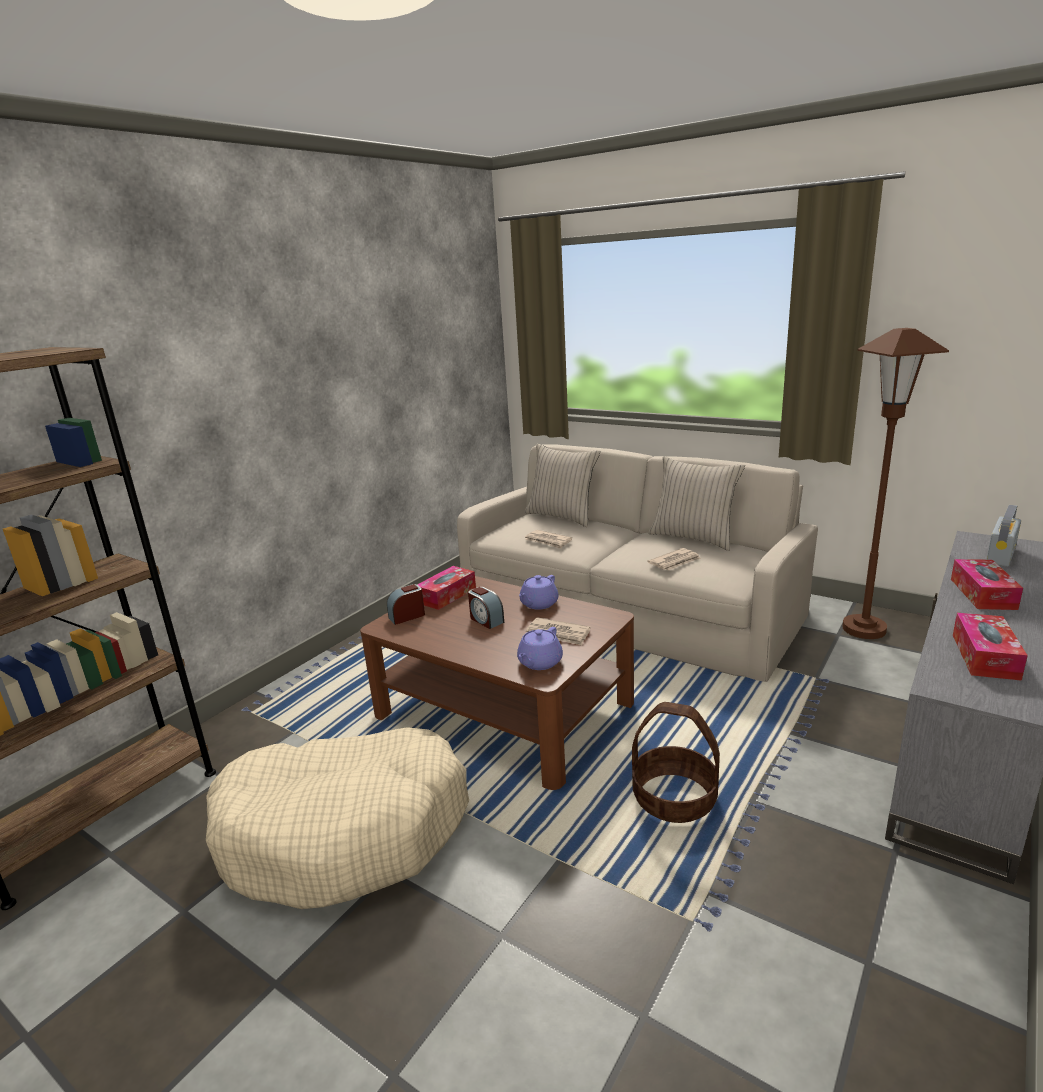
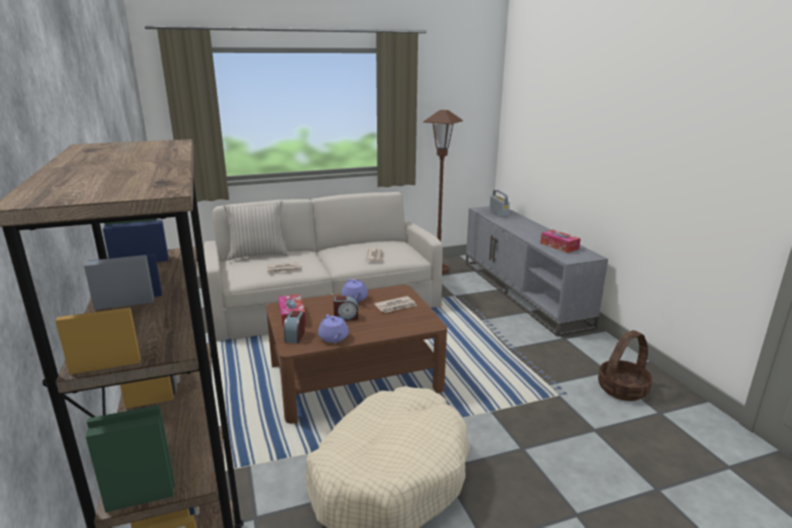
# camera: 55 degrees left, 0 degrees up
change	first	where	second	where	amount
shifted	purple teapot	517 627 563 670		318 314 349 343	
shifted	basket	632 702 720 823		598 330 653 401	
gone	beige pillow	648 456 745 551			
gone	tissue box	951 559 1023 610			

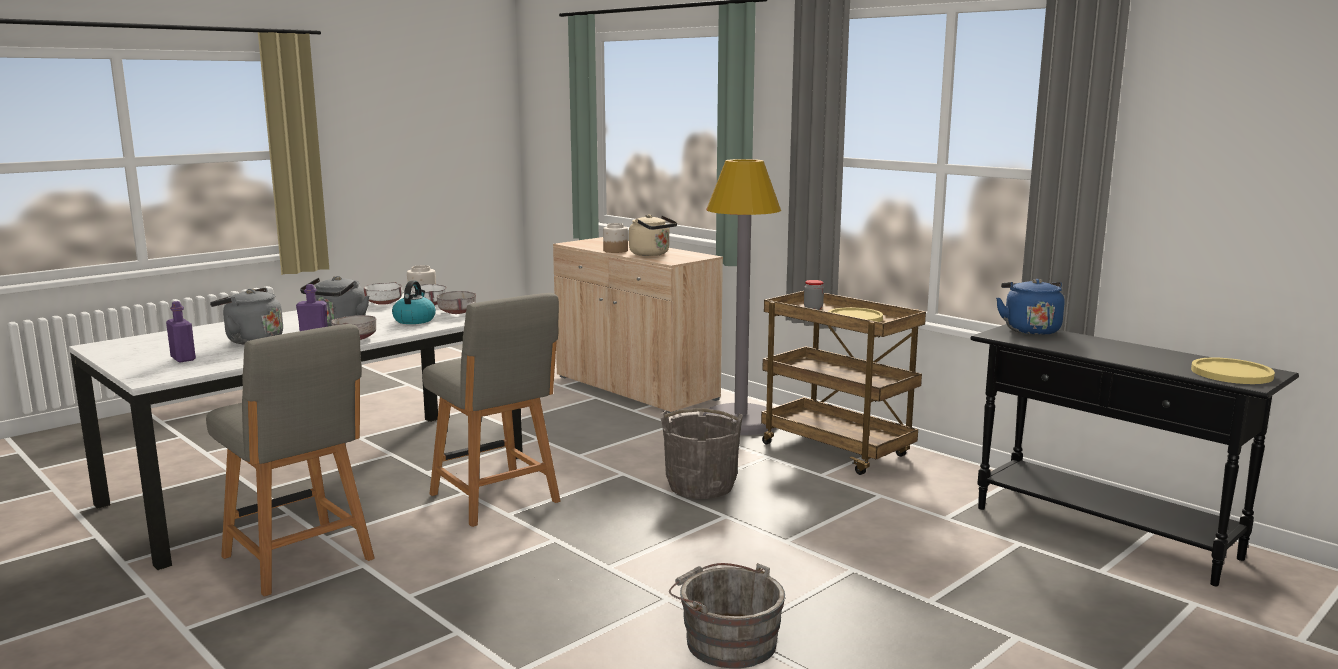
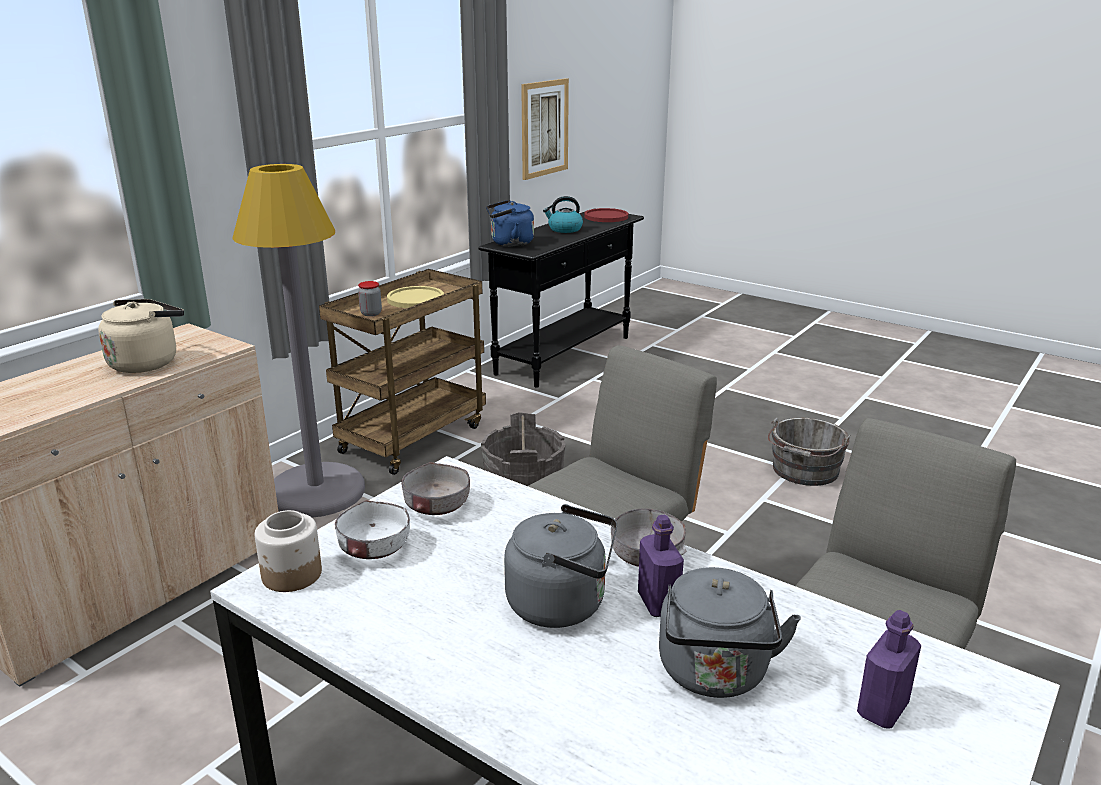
# camera: 100 degrees left, 10 degrees up
change	first	where	second	where	amount
gone	white bowl	364 282 404 305			
shifted	kettle	392 280 436 324		543 196 583 233	
gone	jar	603 223 628 253			
repainted	yellow plate	1191 357 1275 384	red plate	584 208 628 222	
new			picture	521 78 569 180	

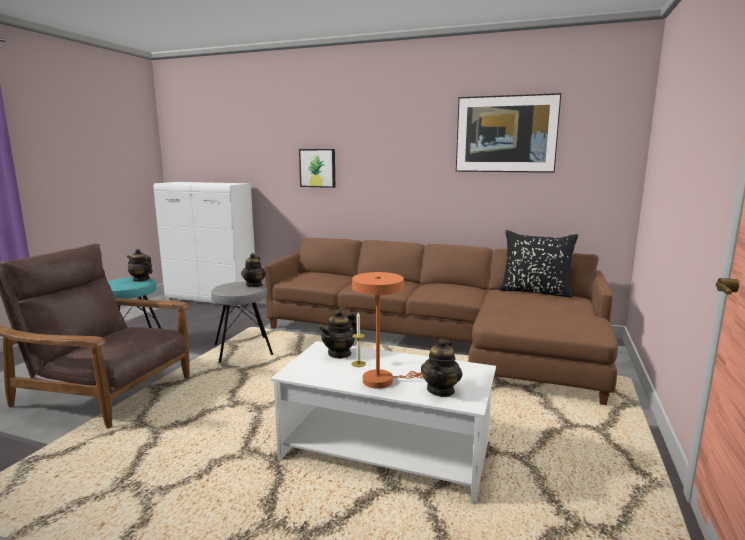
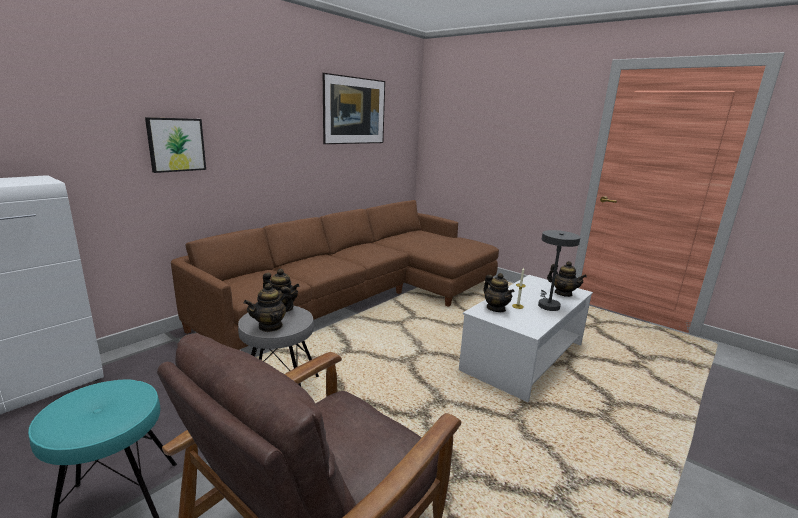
# camera: 70 degrees left, 5 degrees up
change	first	where	second	where	amount
shifted	teapot	127 249 152 282		244 283 294 332	
repainted	orange table lamp	352 272 424 389	grey table lamp	538 230 581 311	
gone	black pillow	498 230 578 298			

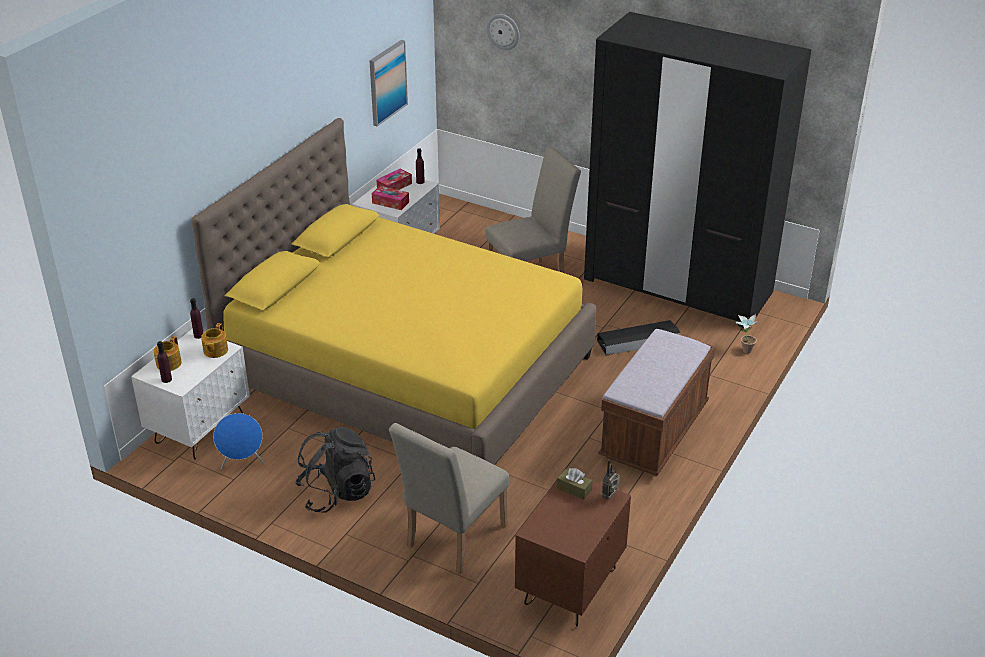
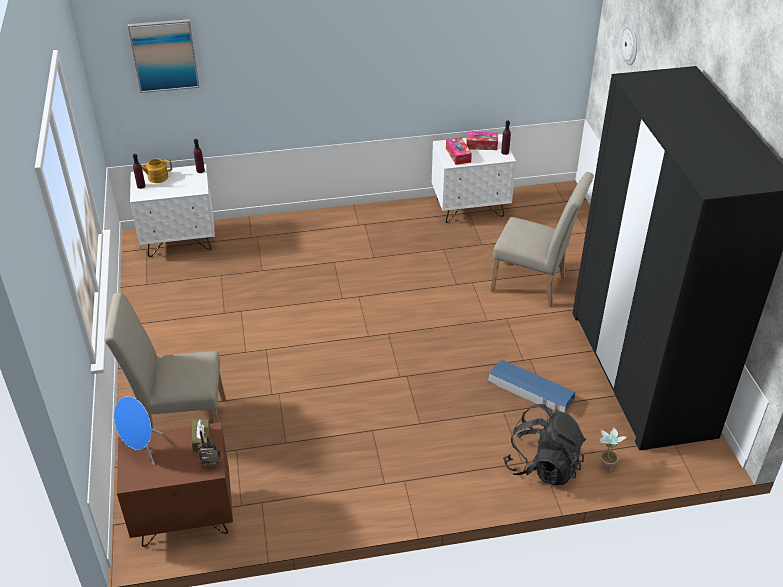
# camera: 50 degrees right, 5 degrees up
change	first	where	second	where	amount
gone	yellow bed	191 118 596 465			
gone	teapot	201 323 228 358			
shifted	blue speaker	213 413 264 470		114 396 163 465	
shifted	black backpack	295 427 375 513		503 404 586 485	
shifted	picture	369 40 408 126		128 19 199 93	
repainted	black storage box	597 320 680 356	blue storage box	488 359 575 413	
gone	brown bench	598 329 715 476			

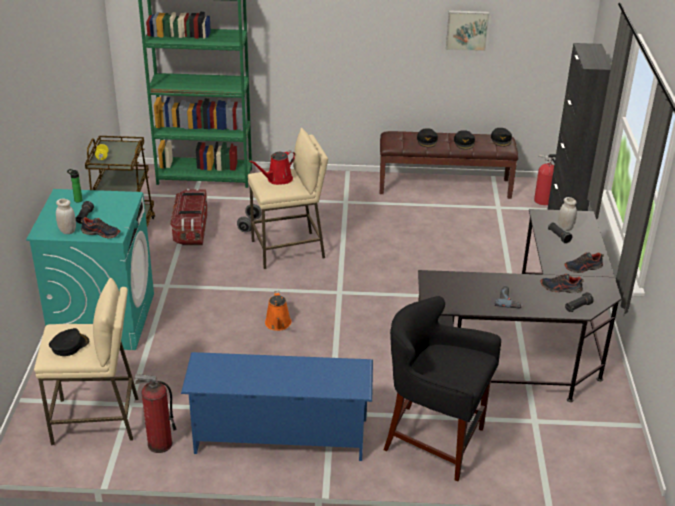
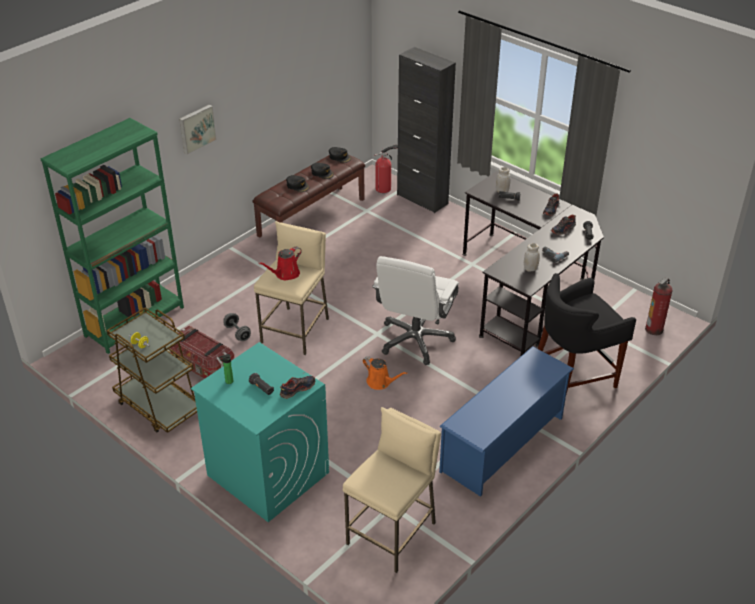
# camera: 50 degrees left, 5 degrees up
change	first	where	second	where	amount
gone	black cap	49 328 89 356			
shifted	white jar	56 199 76 234		524 243 540 272	
shifted	fire extinguisher	134 374 176 453		645 277 673 335	
rotated	red watering can	249 151 296 185		258 247 301 280	45 degrees clockwise
shifted	picture	446 11 489 51		179 104 217 155	
new			white office chair	372 256 459 365	

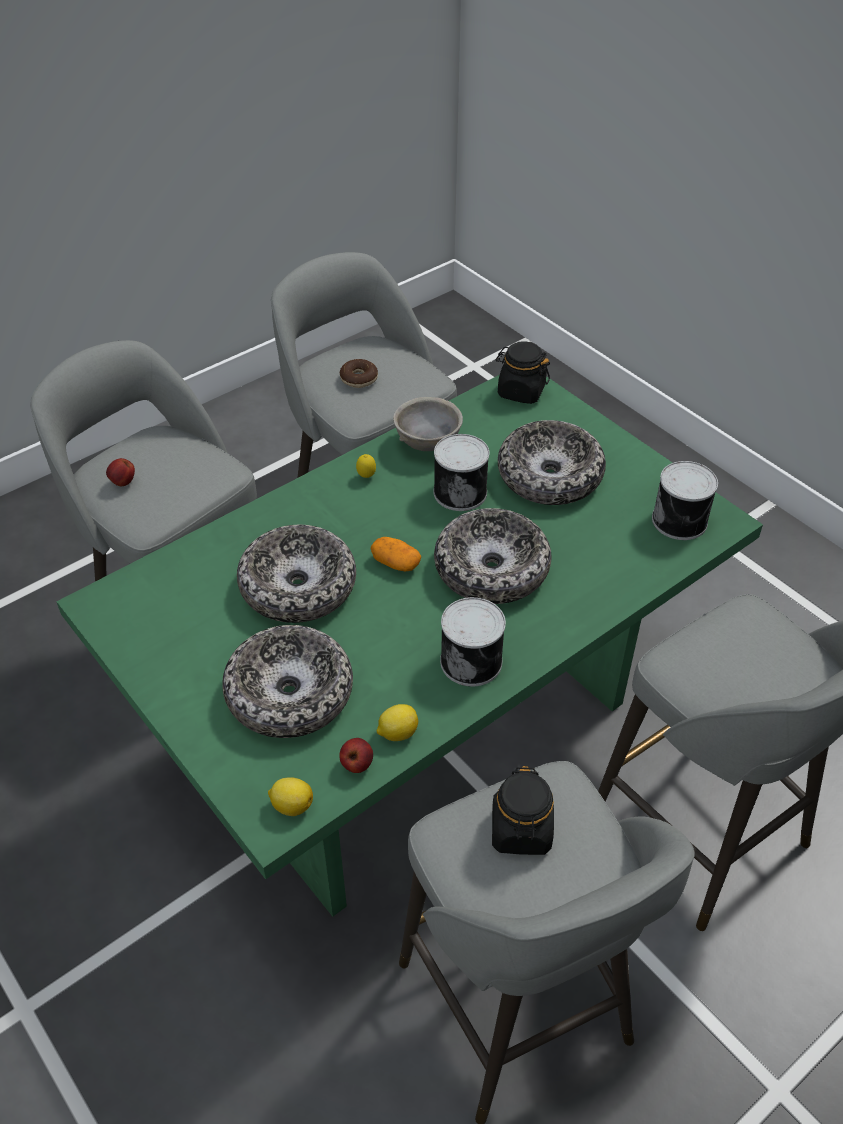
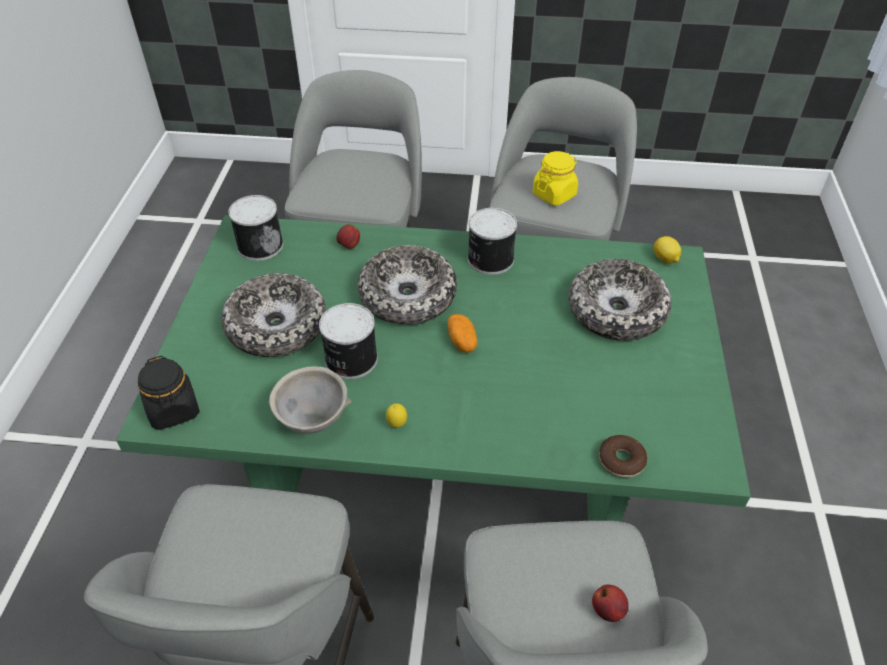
# camera: 135 degrees left, 0 degrees up
change	first	where	second	where	amount
gone	bowl	237 525 356 623			
shifted	apple	339 738 373 773		336 224 360 249	
shifted	donut	340 359 378 388		599 435 647 478	
gone	lemon	377 704 418 741			
repainted	black jar	492 766 554 855	yellow jar	533 151 578 205	

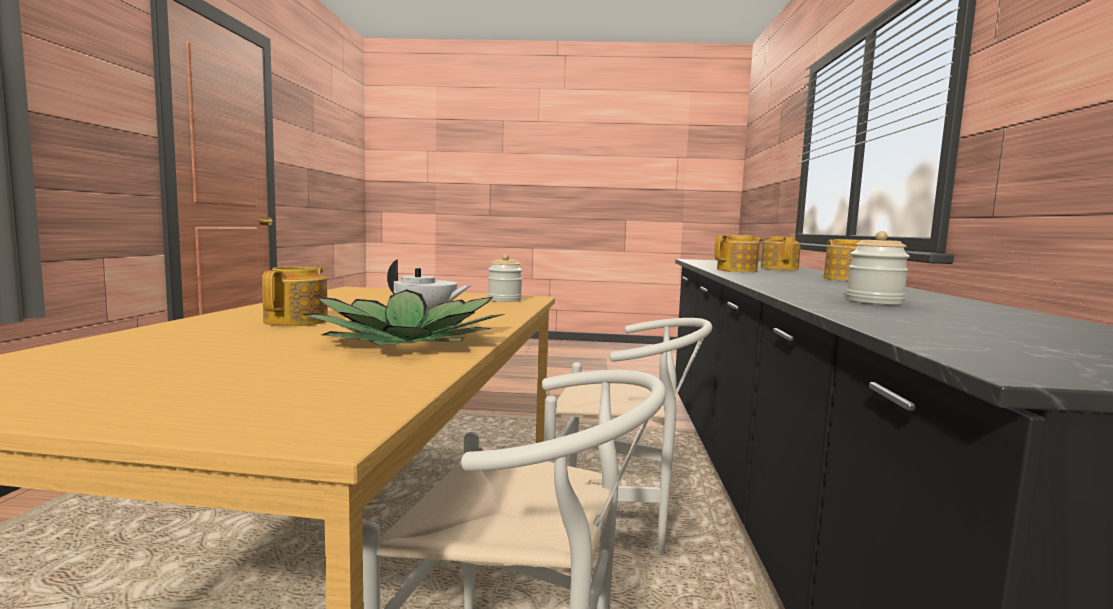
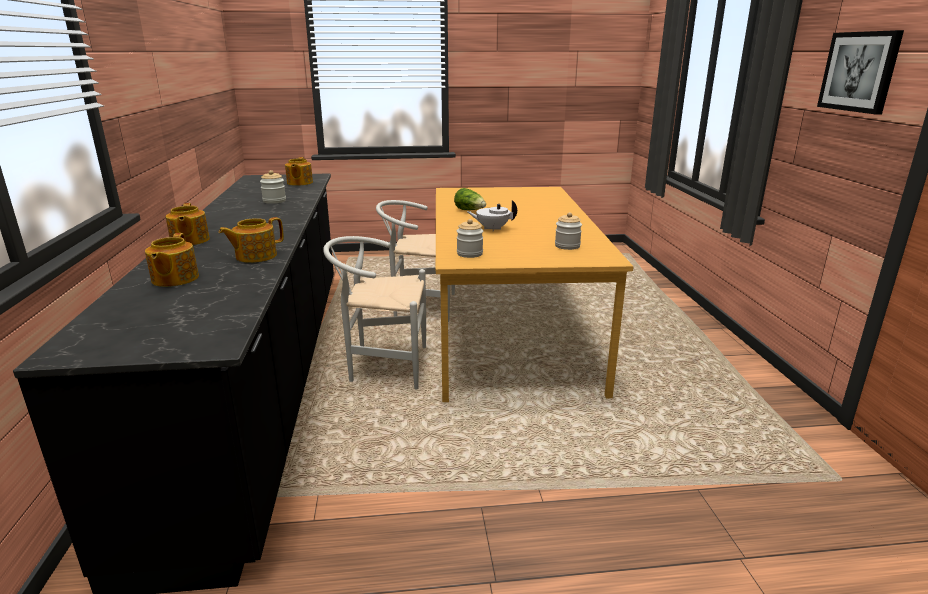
# camera: 170 degrees right, 15 degrees up
change	first	where	second	where	amount
shifted	teapot	262 266 328 326		285 157 313 186	
swapped	potted plant	302 289 505 345	lettuce	454 188 486 210	
new			jar	555 212 582 250	
new			picture	817 30 904 114	

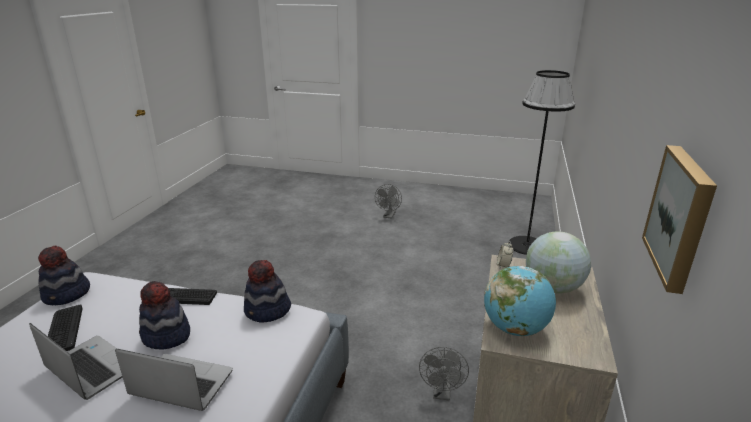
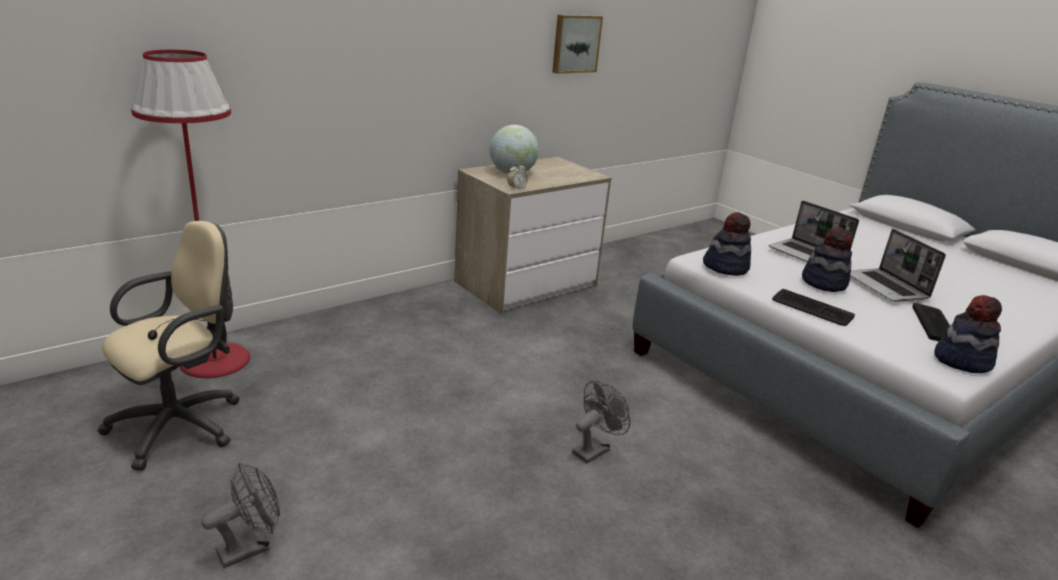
# camera: 145 degrees left, 0 degrees up
change	first	where	second	where	amount
shifted	grey fan	419 347 469 401		572 380 630 463	
gone	globe	484 266 556 336			
repainted	black floor lamp	509 70 575 255	red floor lamp	131 50 250 378	
new			beige office chair	98 221 240 471	

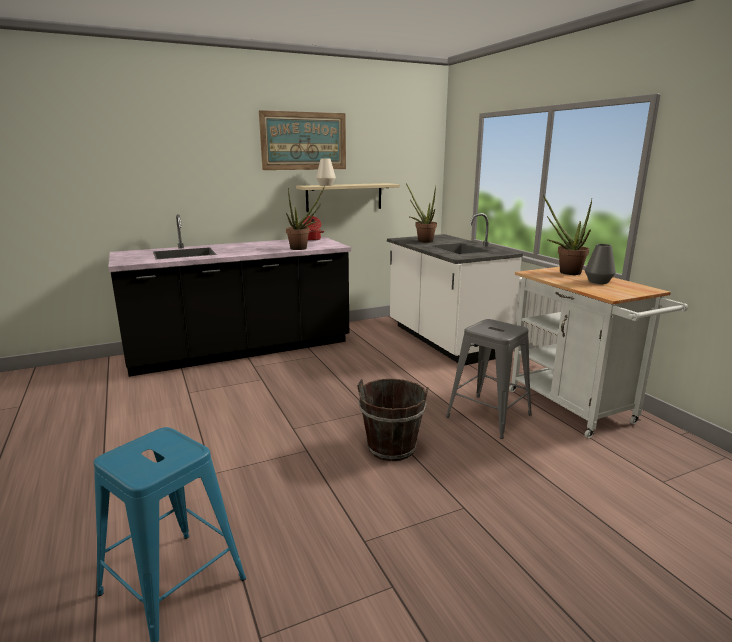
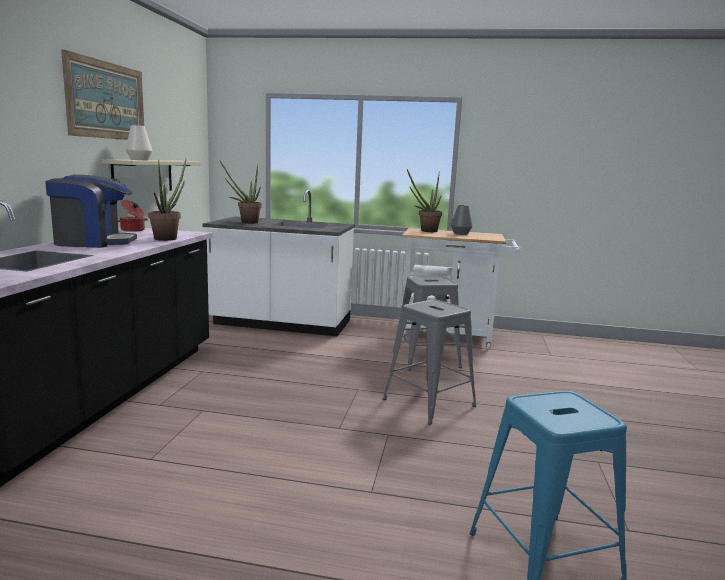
# camera: 55 degrees left, 5 degrees down
change	first	where	second	where	amount
swapped	brown bucket	357 379 429 461	grey stool	383 299 476 425	
new			coffee machine	45 174 137 248	

